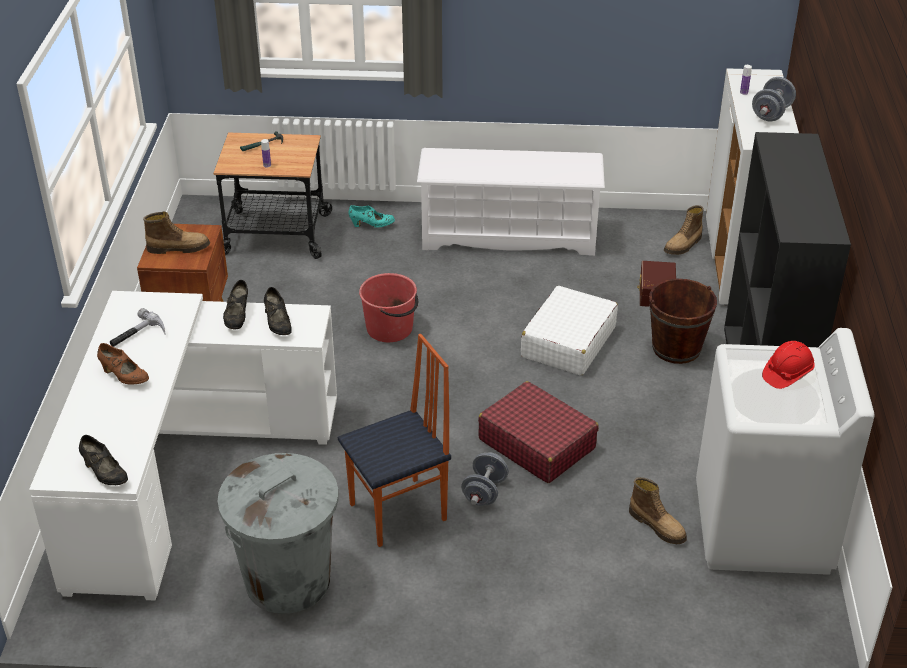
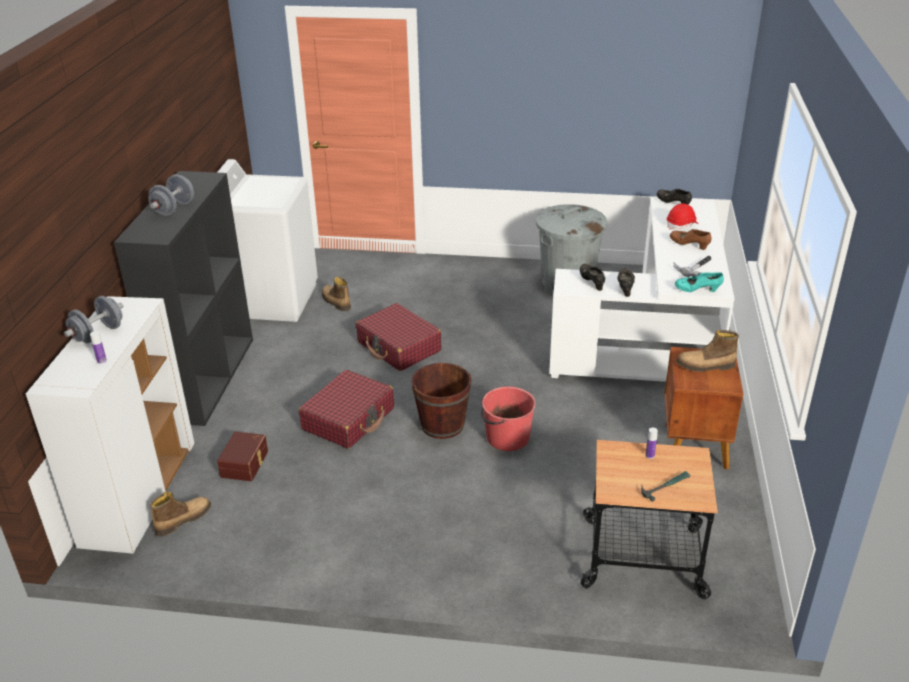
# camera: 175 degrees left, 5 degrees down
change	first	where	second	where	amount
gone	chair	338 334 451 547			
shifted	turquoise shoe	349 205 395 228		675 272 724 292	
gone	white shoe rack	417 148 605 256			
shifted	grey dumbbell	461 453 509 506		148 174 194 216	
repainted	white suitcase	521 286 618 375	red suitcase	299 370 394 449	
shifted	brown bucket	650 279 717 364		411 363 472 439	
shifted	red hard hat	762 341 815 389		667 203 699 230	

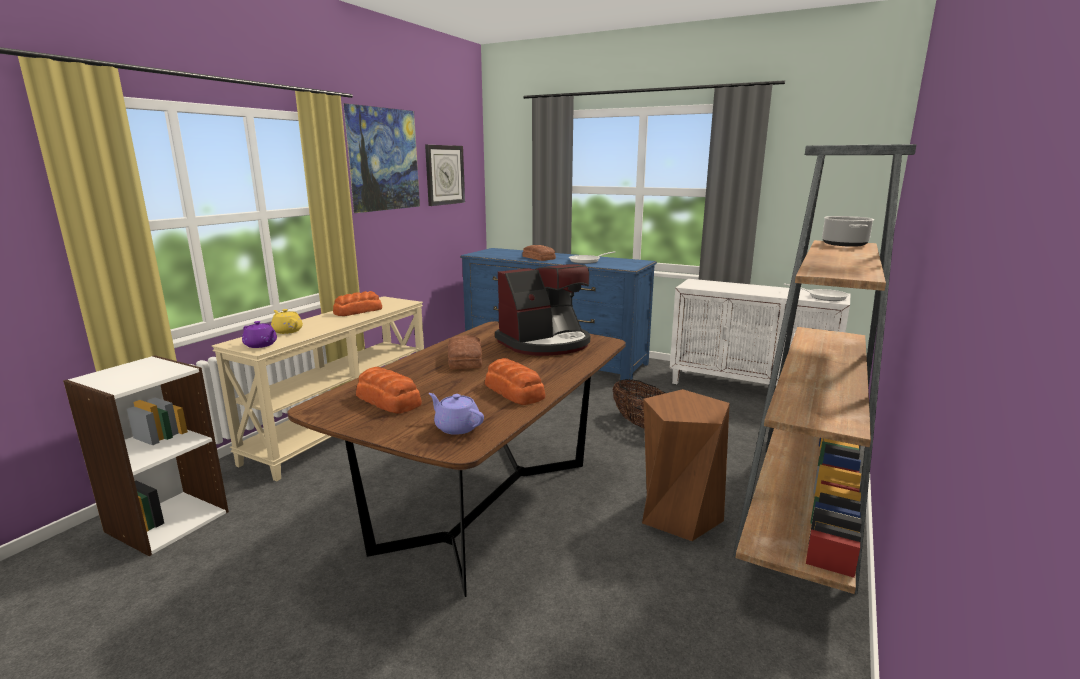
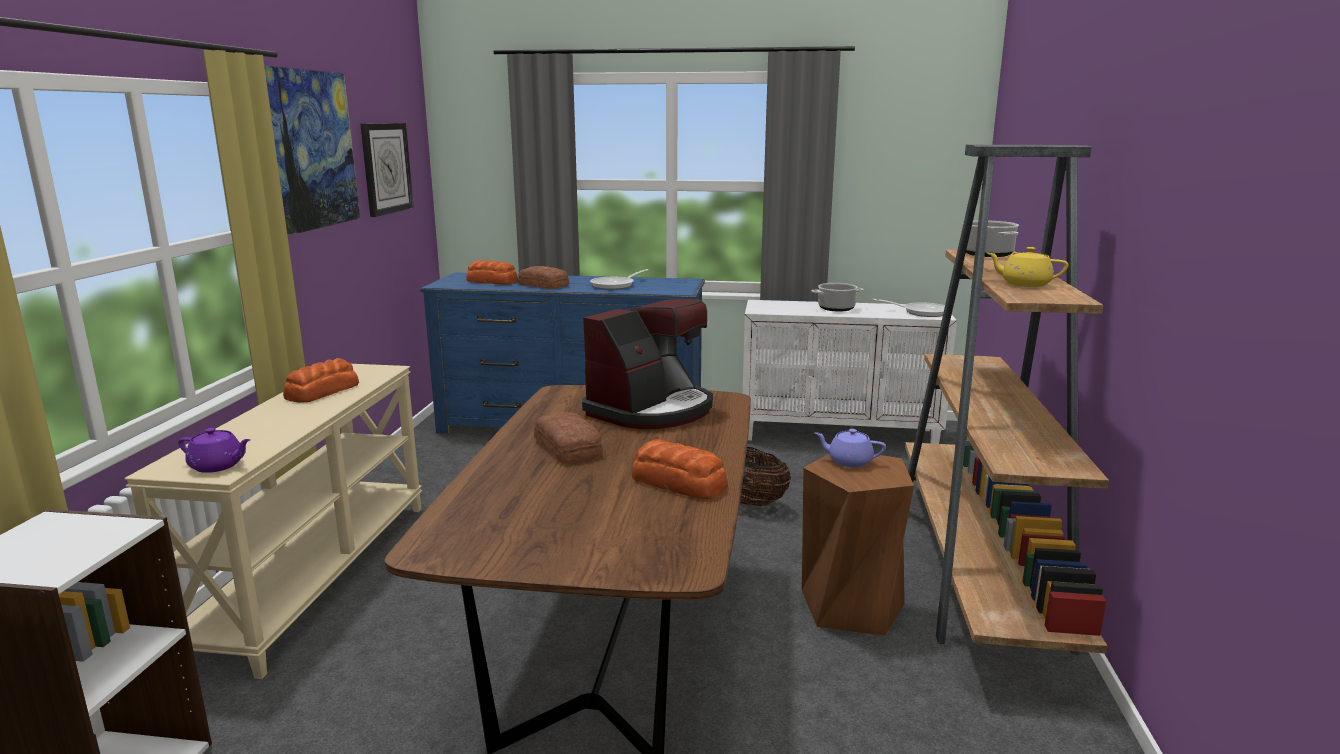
# camera: 20 degrees left, 0 degrees up
change	first	where	second	where	amount
shifted	yellow teapot	271 309 303 334		987 247 1069 287	
shifted	bread	356 367 422 414		466 260 518 284	
shifted	purple teapot	429 393 484 435		815 429 886 468	
new			cooking pot	811 283 864 311	

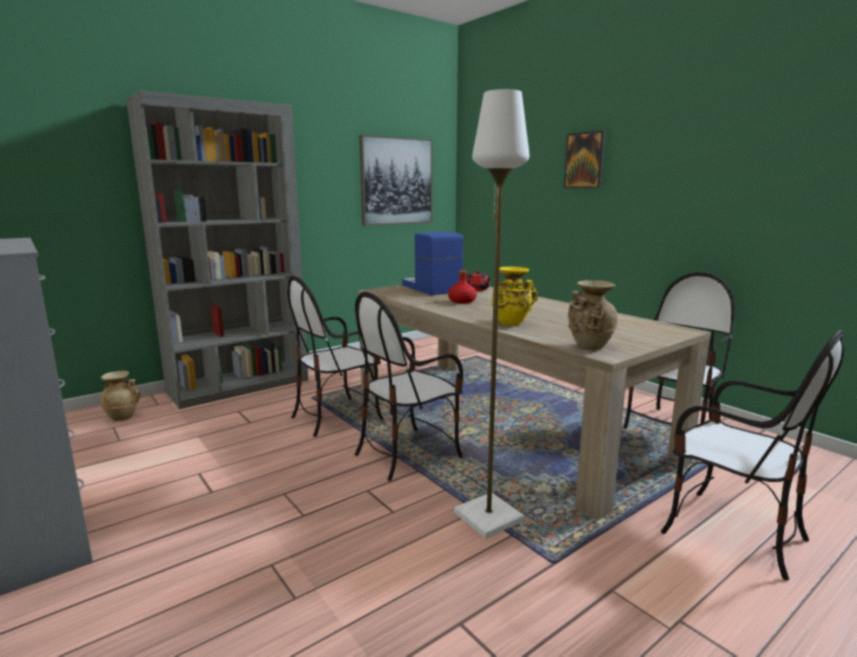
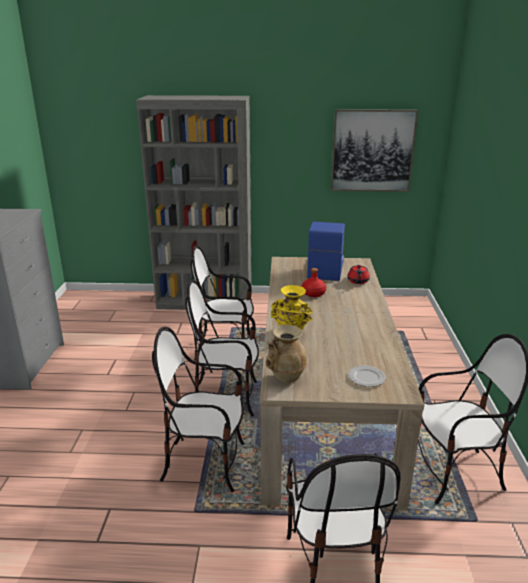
# camera: 40 degrees right, 10 degrees up
change	first	where	second	where	amount
gone	beige vase	100 371 143 421			
swapped	white floor lamp	454 89 529 539	chair	152 327 244 492	
gone	picture	564 130 606 188			
new			plate	348 366 386 387	

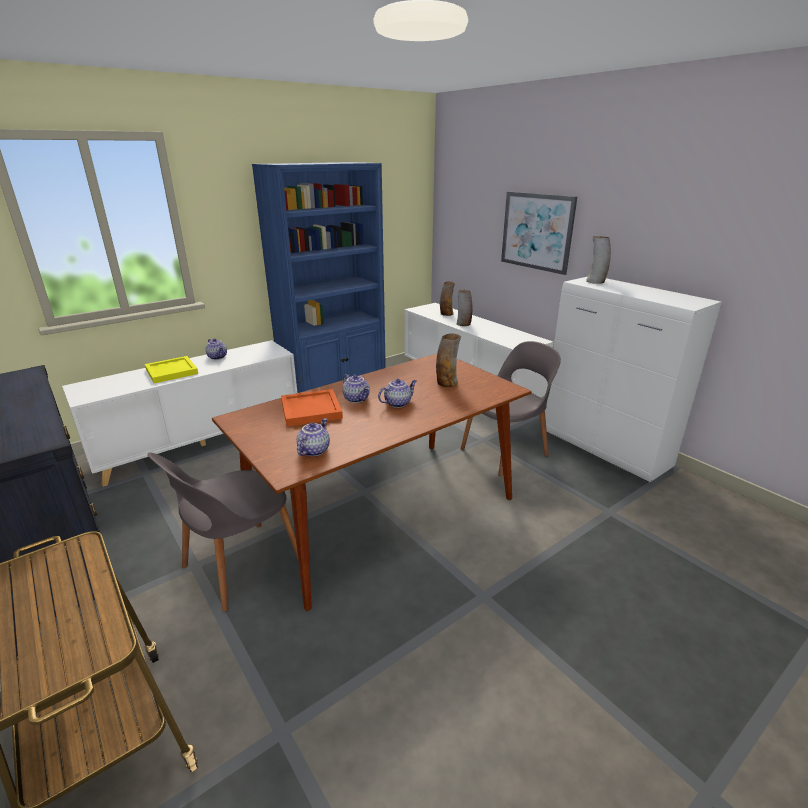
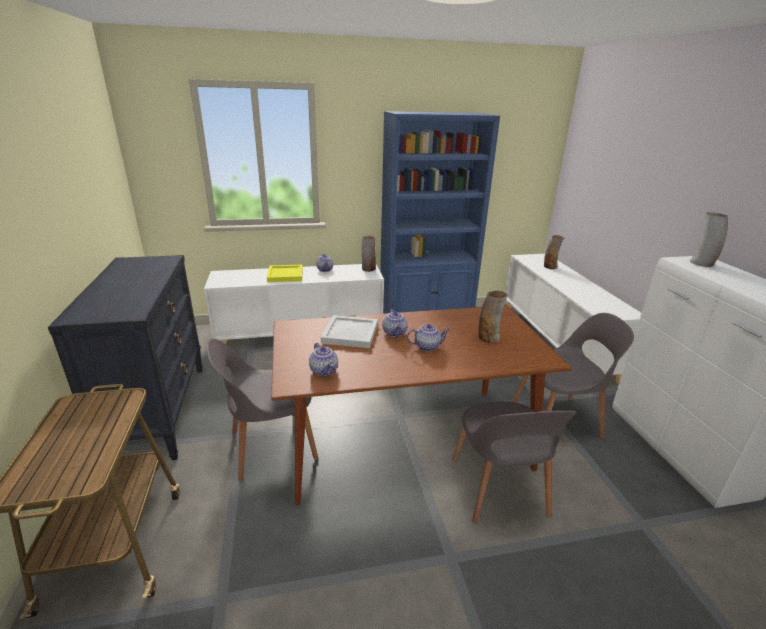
# camera: 25 degrees right, 0 degrees up
change	first	where	second	where	amount
repainted	orange tray	281 389 343 426	white tray	321 315 378 348	
rotated	teapot	297 418 330 456		309 343 338 376	105 degrees clockwise
shifted	vase	457 289 472 326		362 236 376 272	
gone	picture	501 192 577 275			
new			grey chair	452 402 577 524	

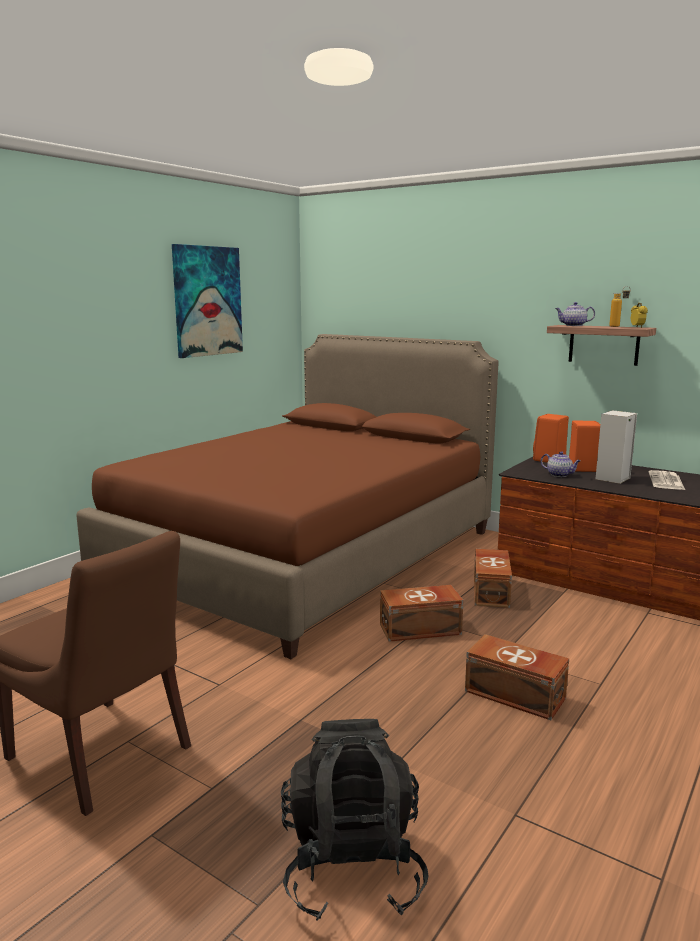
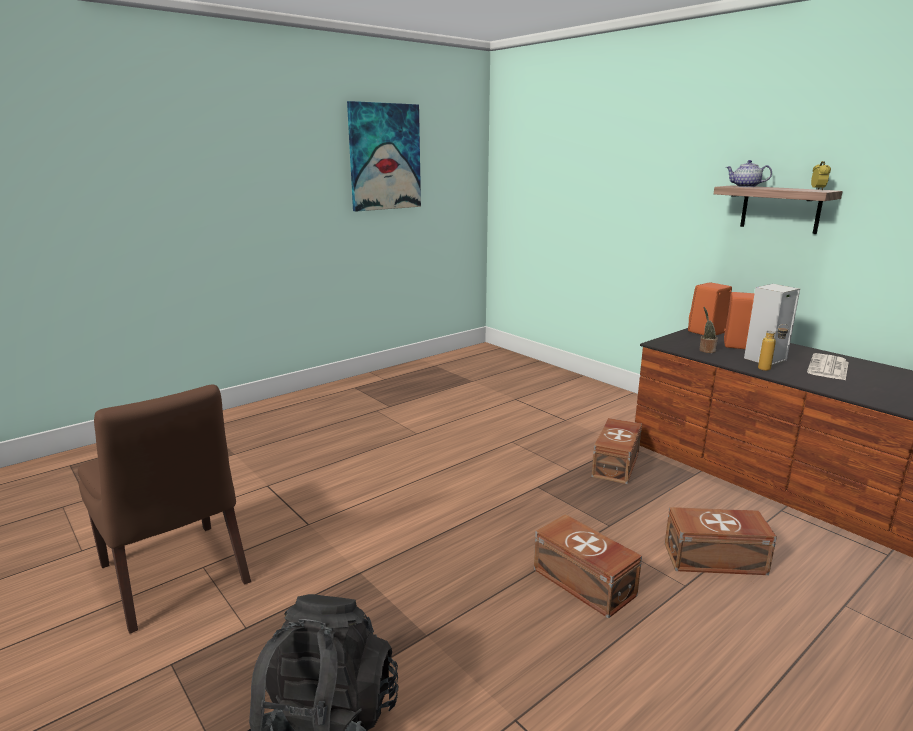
# camera: 15 degrees right, 5 degrees up
change	first	where	second	where	amount
gone	brown bed	76 334 499 659			
shifted	brown storage box	380 585 463 642		665 507 777 575	
swapped	teapot	541 451 581 477	potted plant	699 307 718 353	
shifted	bottle	609 286 631 327		758 324 789 371	

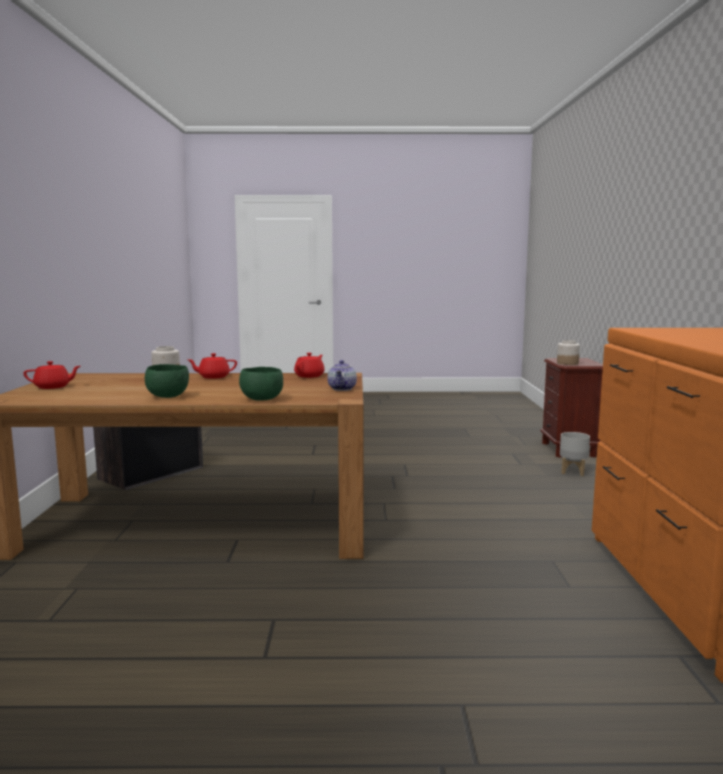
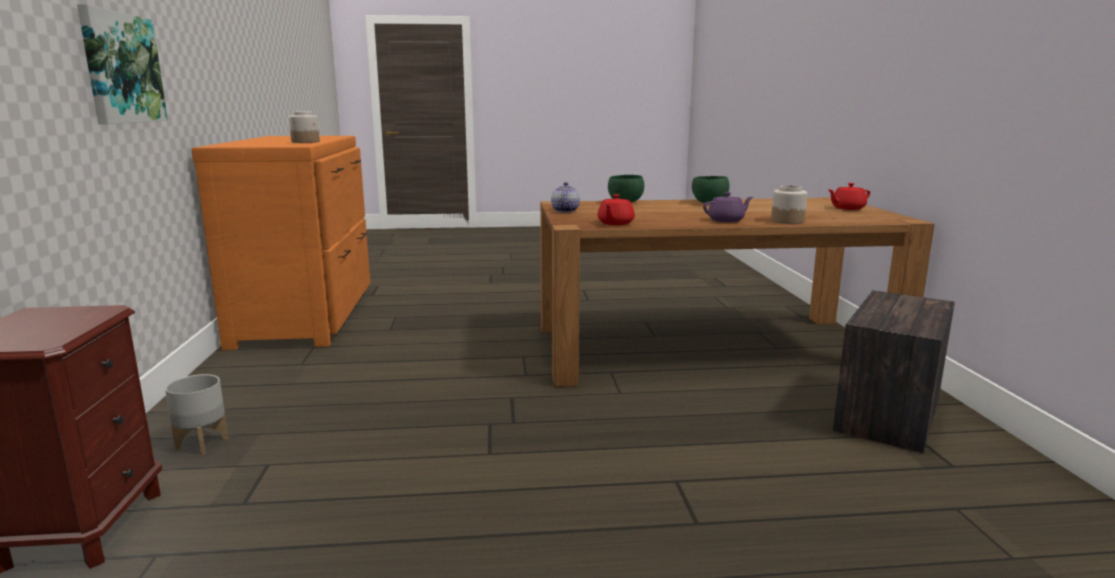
# camera: 175 degrees right, 5 degrees up
change	first	where	second	where	amount
repainted	red teapot	187 353 237 379	purple teapot	703 192 753 222	
shifted	jar	557 340 580 365		289 112 320 143	
new			picture	77 4 168 124	

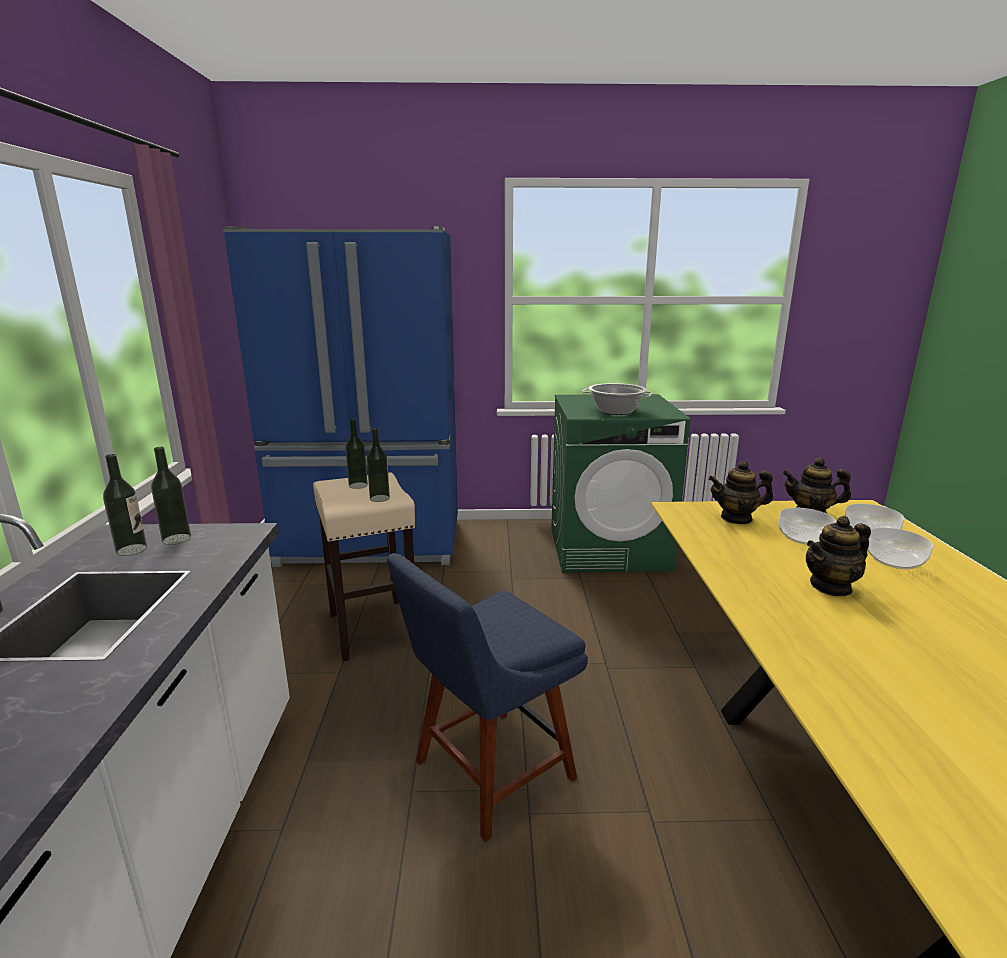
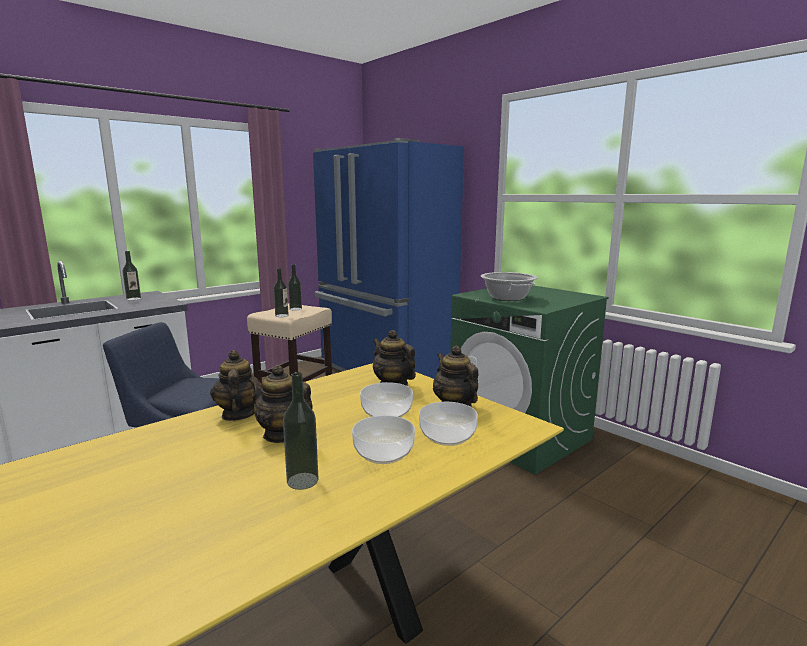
# camera: 50 degrees right, 5 degrees down
change	first	where	second	where	amount
shifted	bottle	151 447 191 545		283 372 318 490	
new			teapot	210 350 262 421	

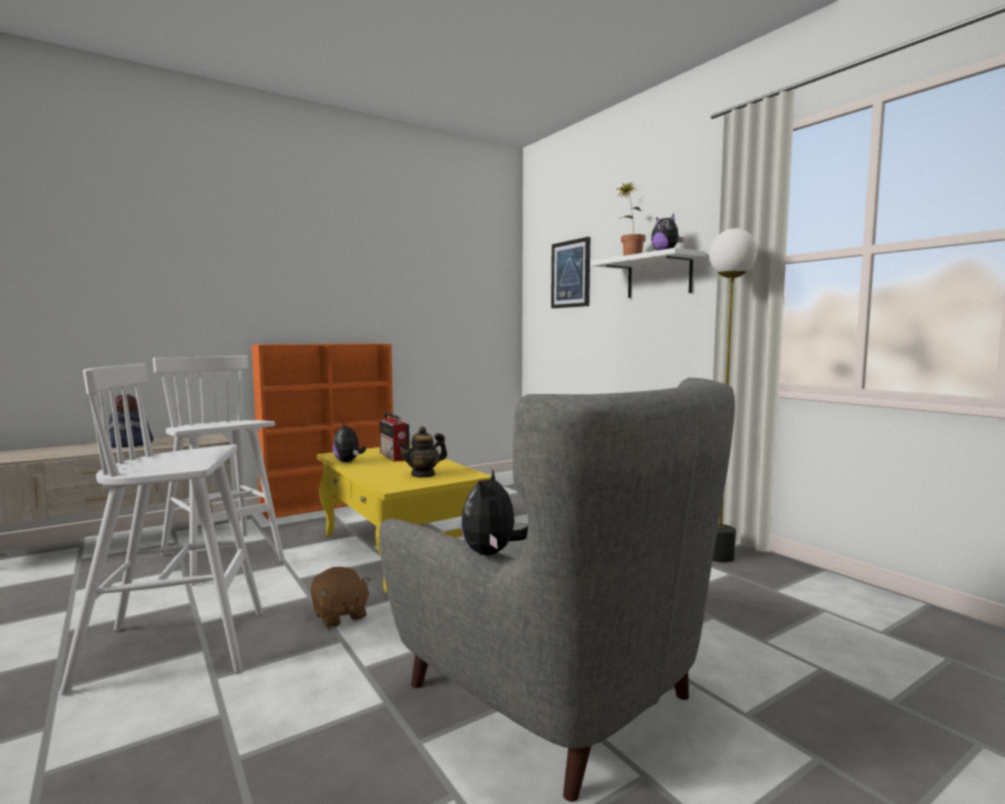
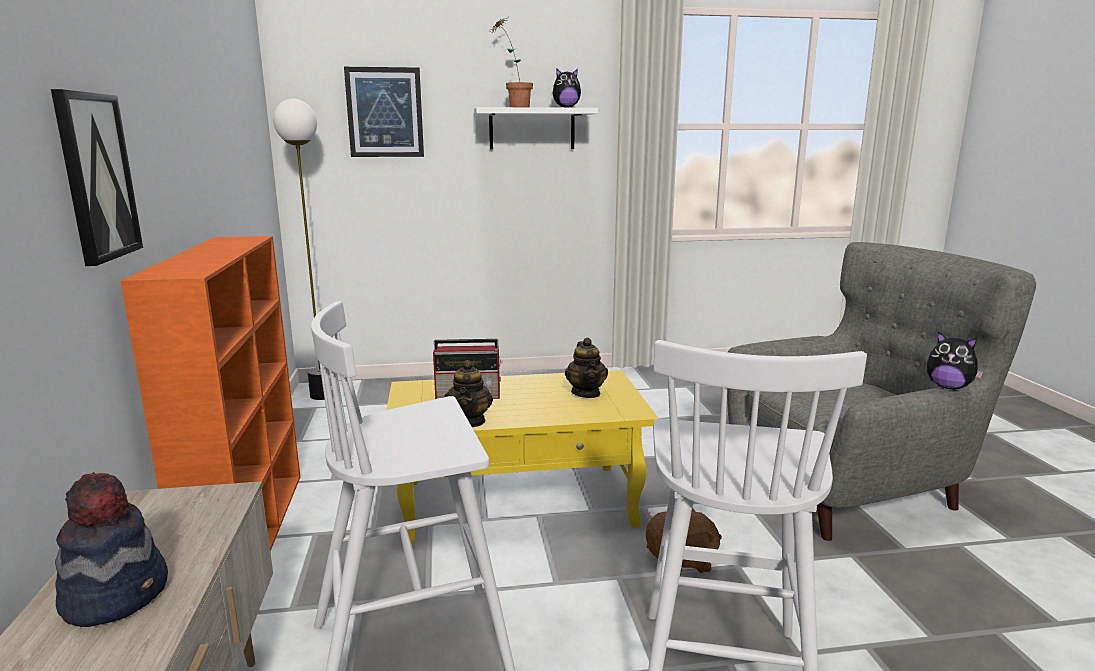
# camera: 65 degrees left, 10 degrees up
change	first	where	second	where	amount
swapped	plush toy	333 423 366 462	teapot	444 360 493 427	
shifted	floor lamp	709 228 757 562		273 99 325 400	
new			picture	51 89 143 266	

